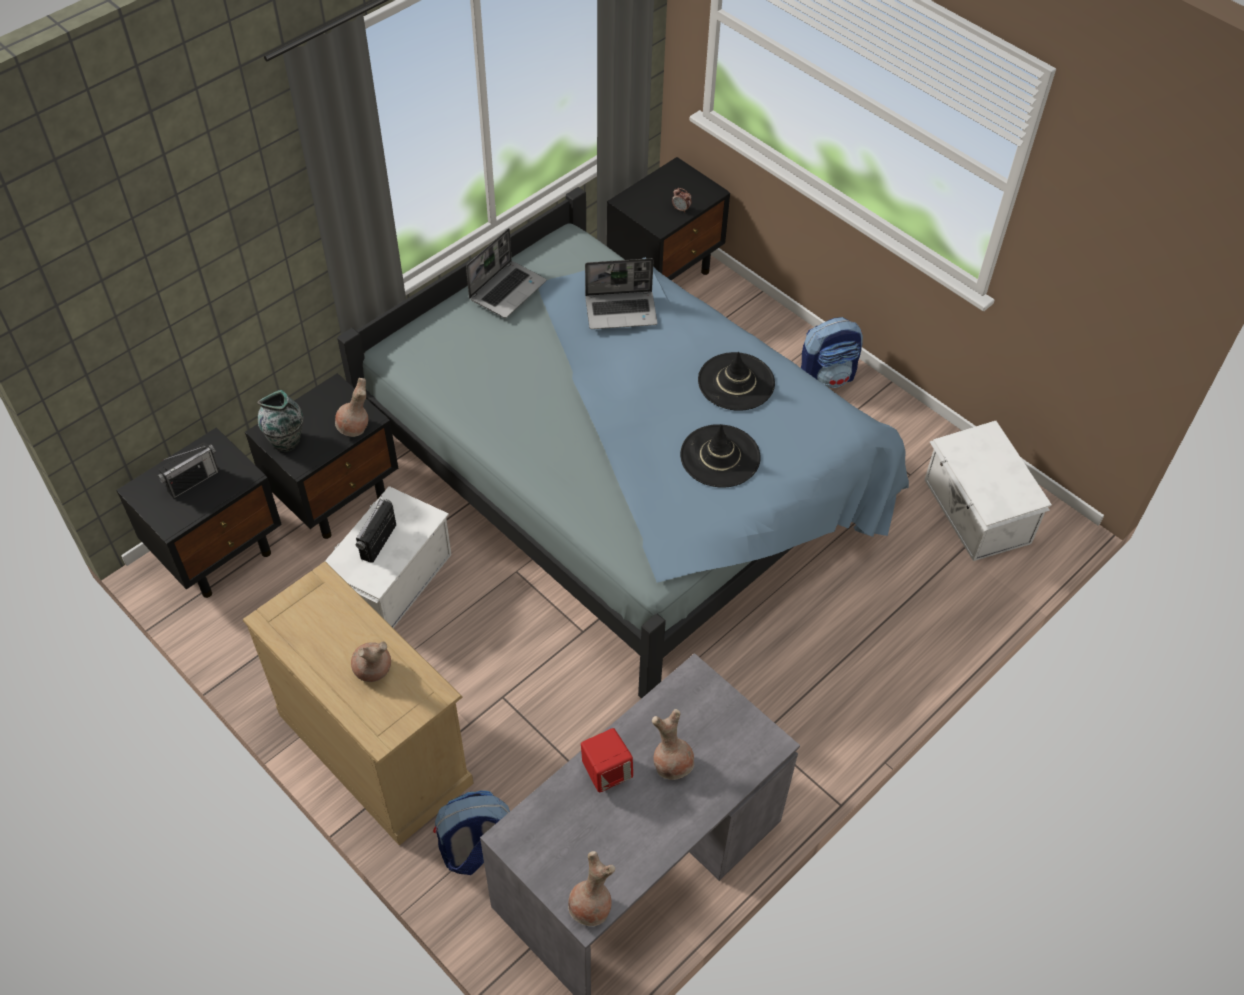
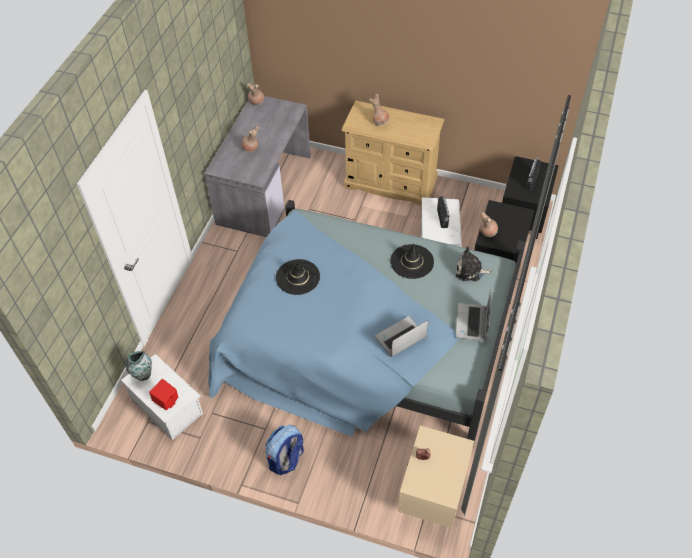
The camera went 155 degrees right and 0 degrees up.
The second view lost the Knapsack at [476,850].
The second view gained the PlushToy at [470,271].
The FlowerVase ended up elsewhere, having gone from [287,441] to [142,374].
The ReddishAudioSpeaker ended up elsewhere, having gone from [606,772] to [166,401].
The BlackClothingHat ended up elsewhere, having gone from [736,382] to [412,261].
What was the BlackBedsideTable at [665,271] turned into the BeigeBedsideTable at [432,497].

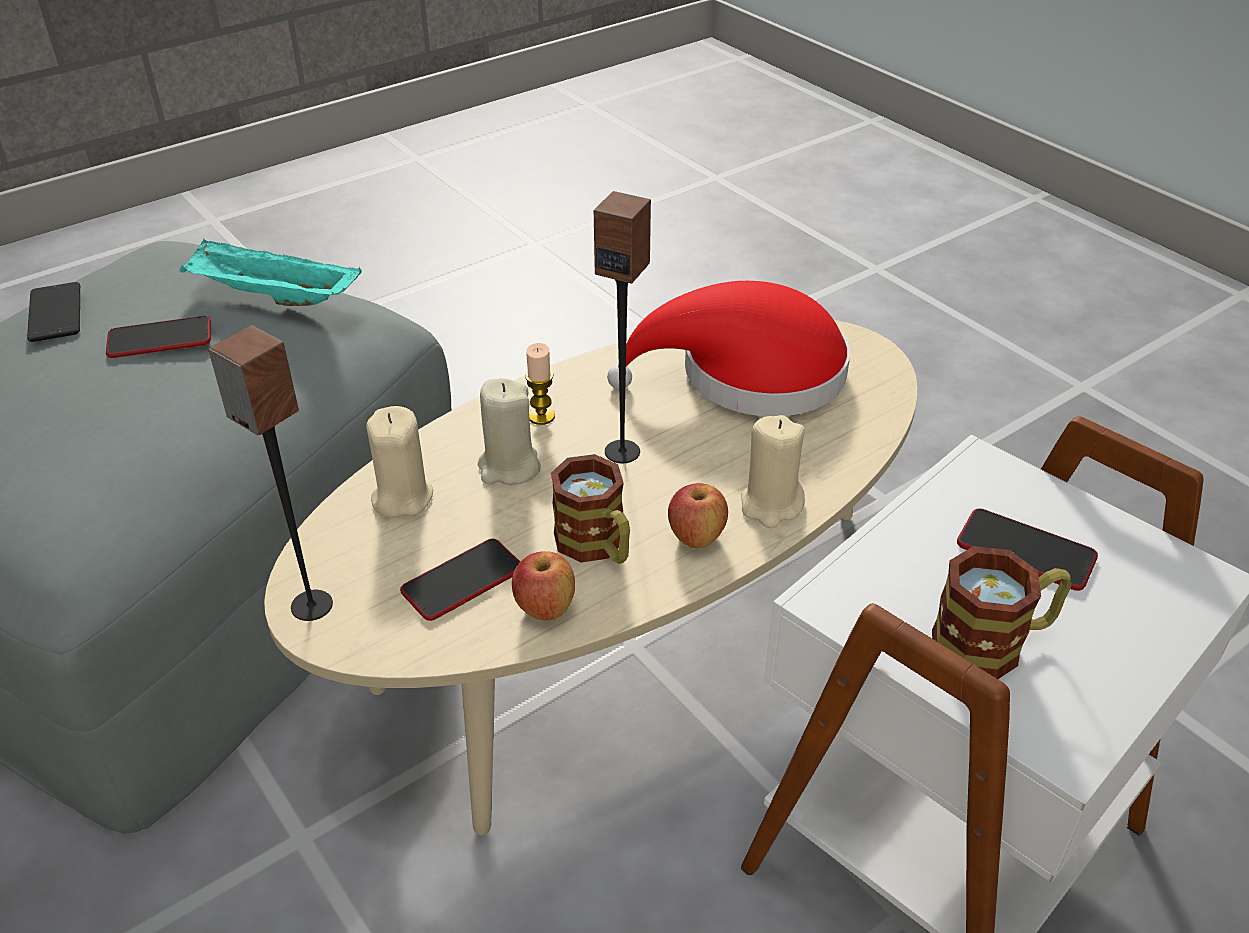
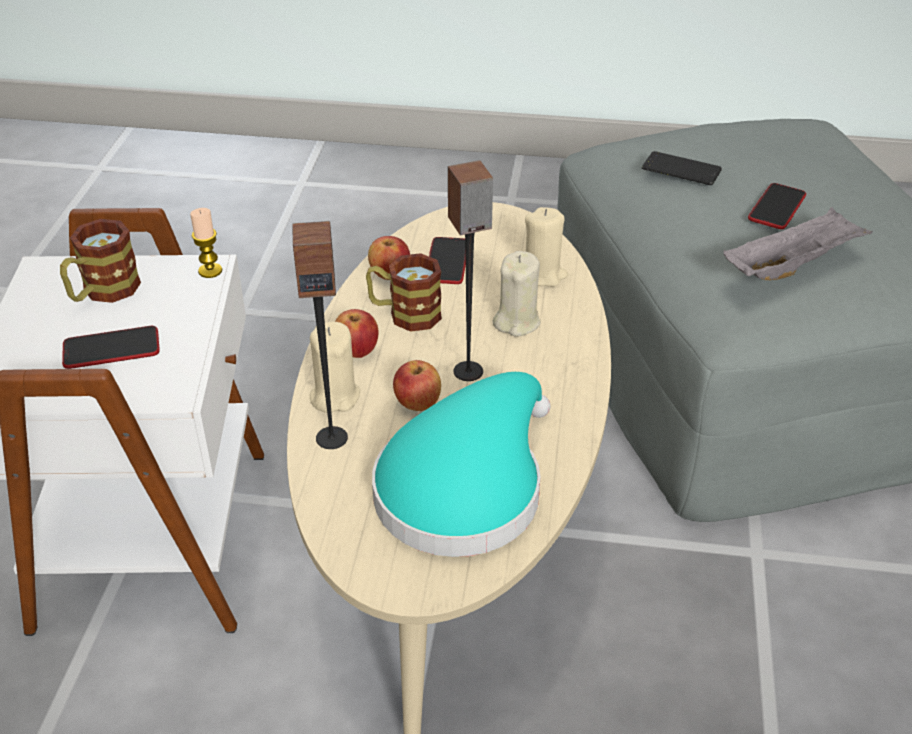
The camera went 135 degrees right and 0 degrees up.
The second view gained the AppleFruit at [417,404].
The Telephone ended up elsewhere, having gone from [55,313] to [681,169].
The AudioSpeaker ended up elsewhere, having gone from [311,606] to [332,437].
The WaxLight ended up elsewhere, having gone from [541,416] to [210,271].
What was the TurquoiseColouredServingTray at [272,297] turned into the GreyServingTray at [792,265].
What was the ReddishClothingHat at [748,375] turned into the TurquoiseColouredClothingHat at [465,487].

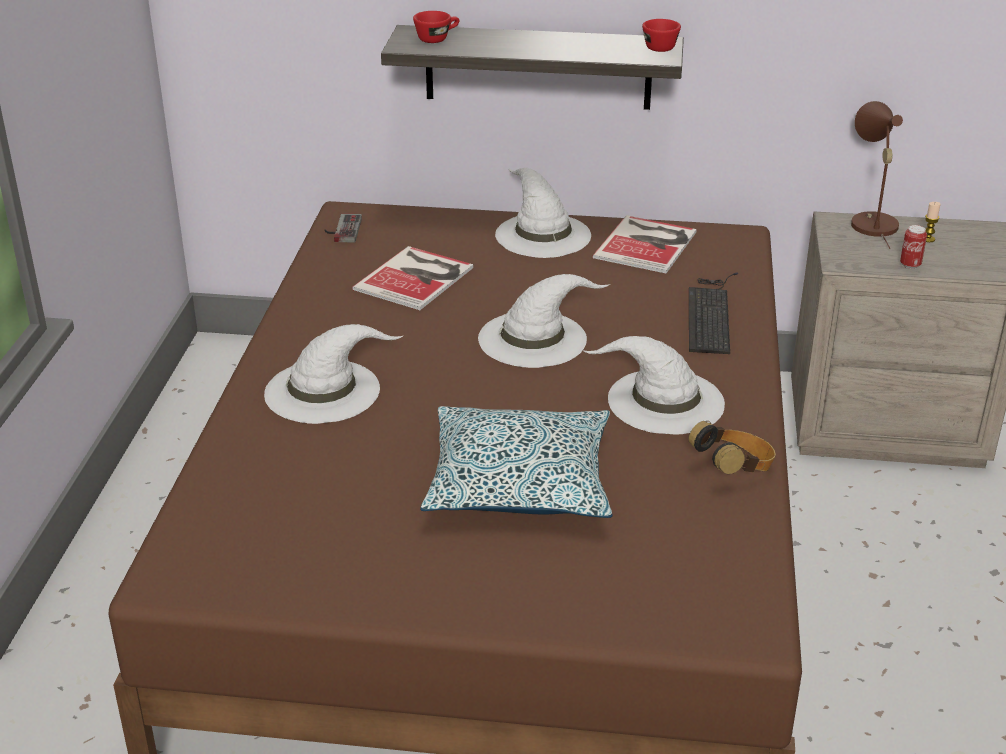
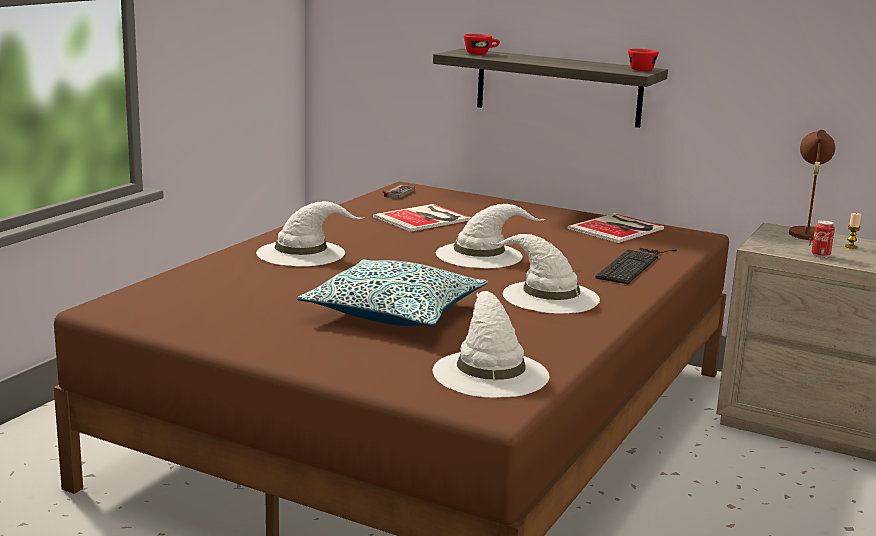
The camera went 20 degrees right and 15 degrees down.
The second view lost the Headphones at [734,469].
The WhiteClothingHat ended up elsewhere, having gone from [541,234] to [489,372].

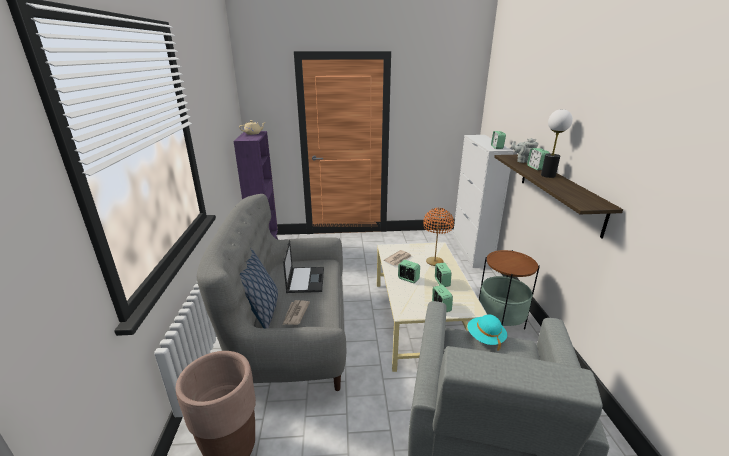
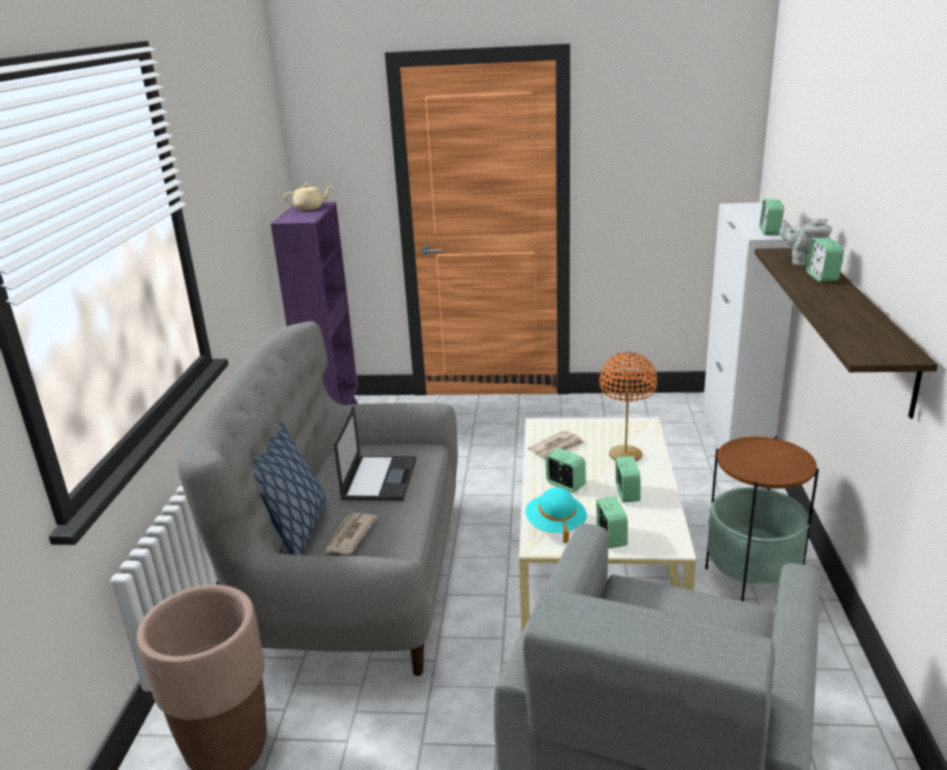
The camera went 10 degrees right and 0 degrees up.
The second view lost the TableLamp at [548,175].
The TurquoiseColouredClothingHat ended up elsewhere, having gone from [485,337] to [555,525].

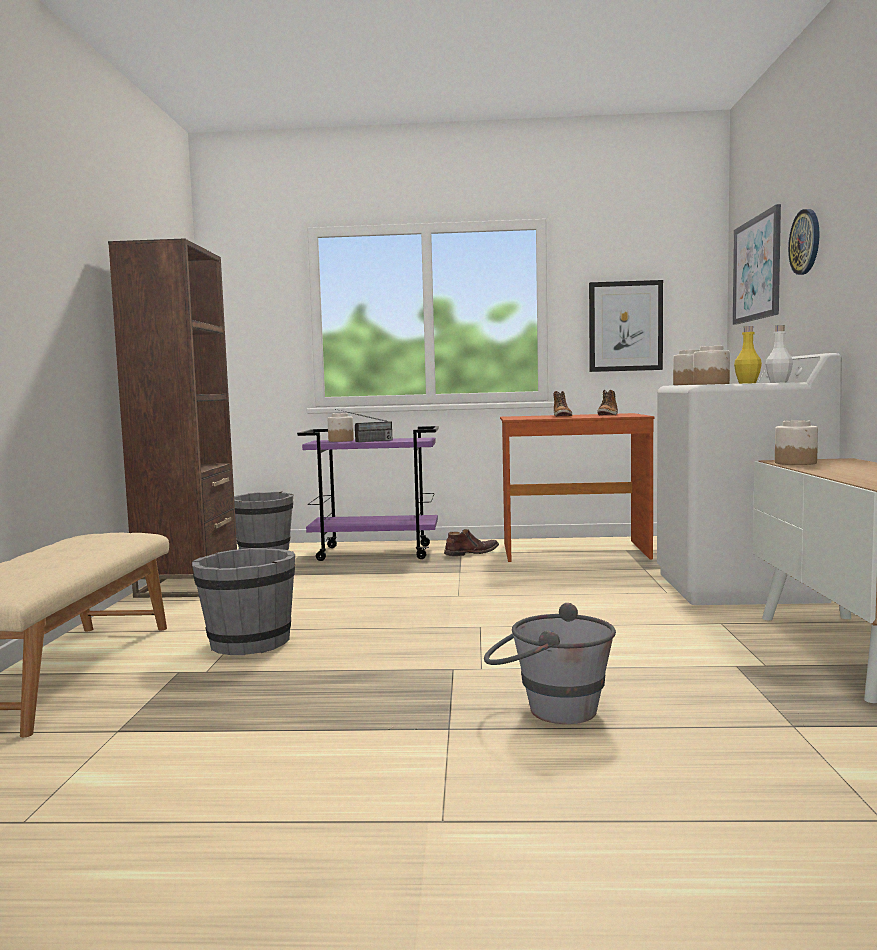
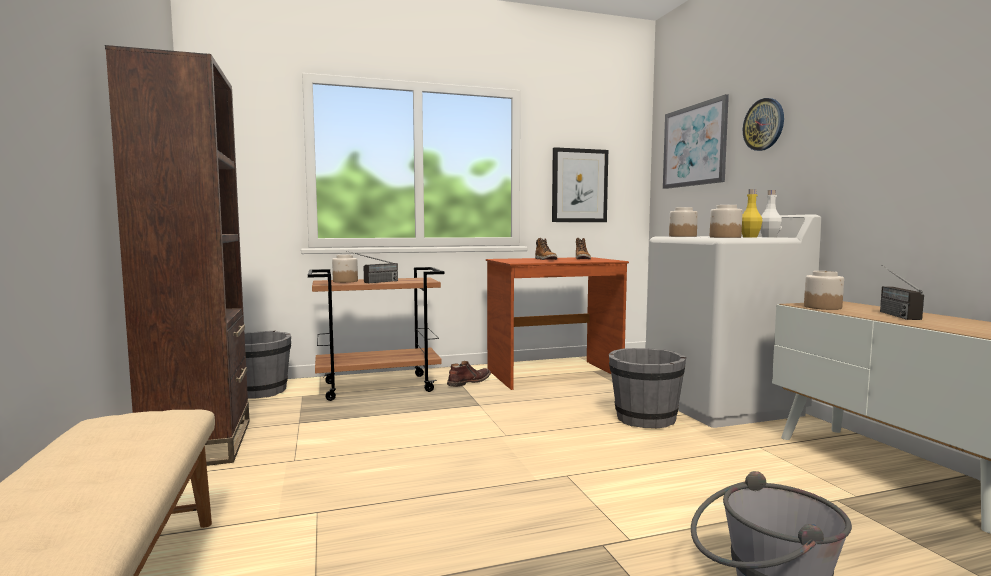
The camera went 20 degrees left and 0 degrees up.
The second view gained the RadioSet at [890,313].
The GreyPail ended up elsewhere, having gone from [248,643] to [644,419].
What was the PurpleWheeledCart at [376,553] turned into the BrownWheeledCart at [379,387].

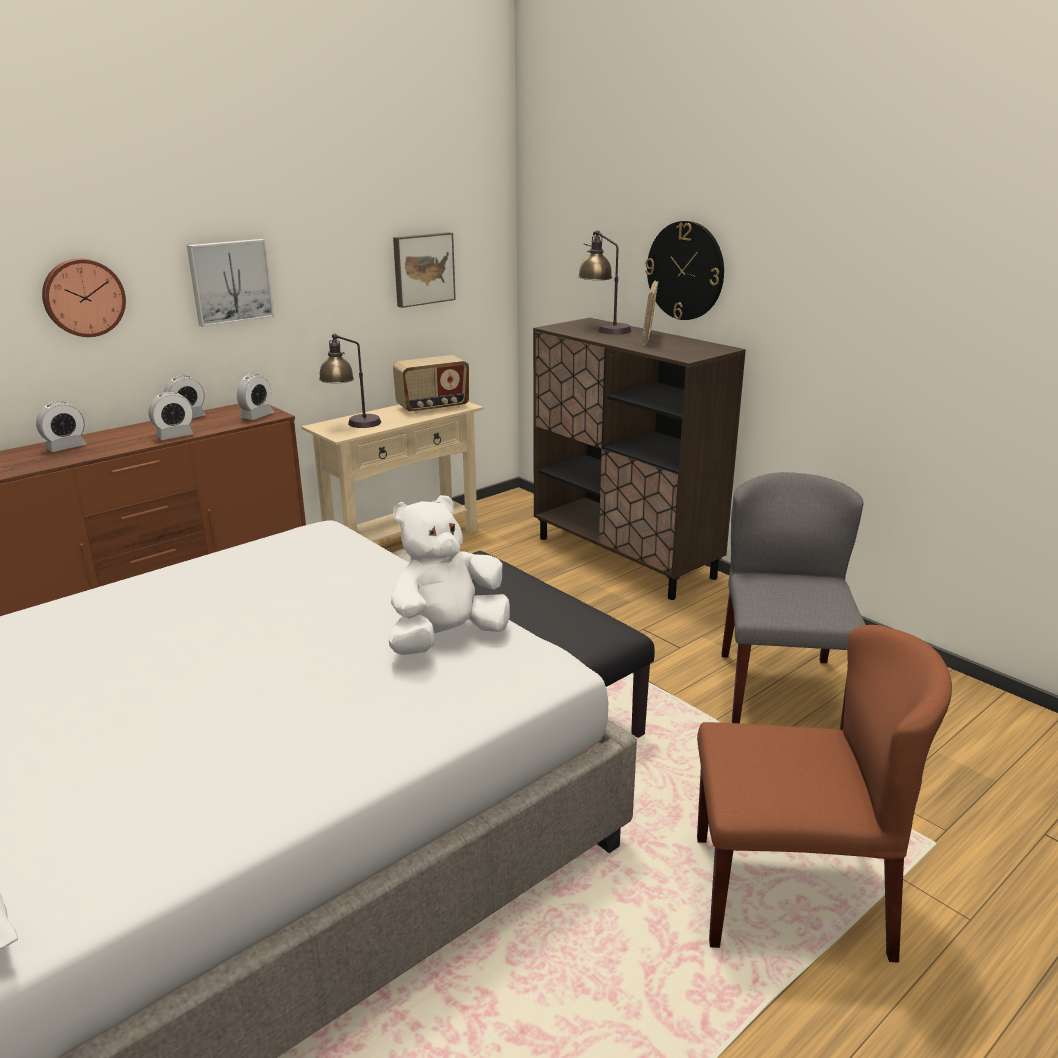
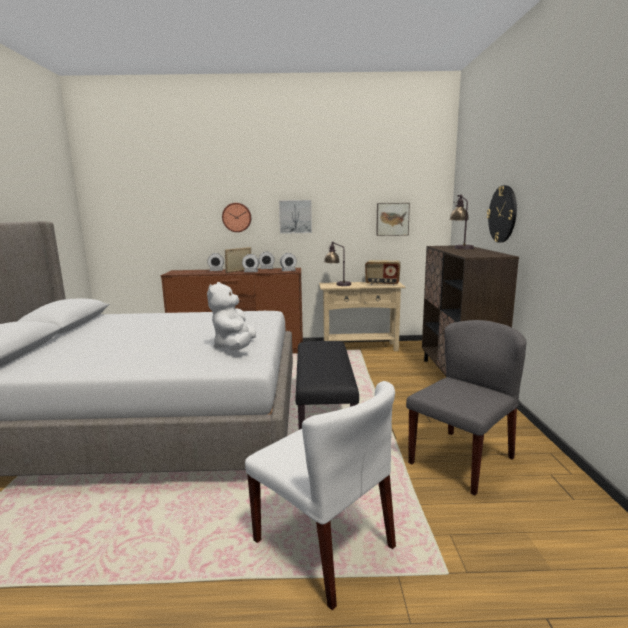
The camera went 40 degrees right and 10 degrees down.
The PhotoFrame ended up elsewhere, having gone from [648,338] to [239,271].
What was the BrownUprightChair at [791,894] turned into the WhiteUprightChair at [324,545].
The WhitePlushToy at [447,638] ended up facing another way, 90 degrees counterclockwise from before.

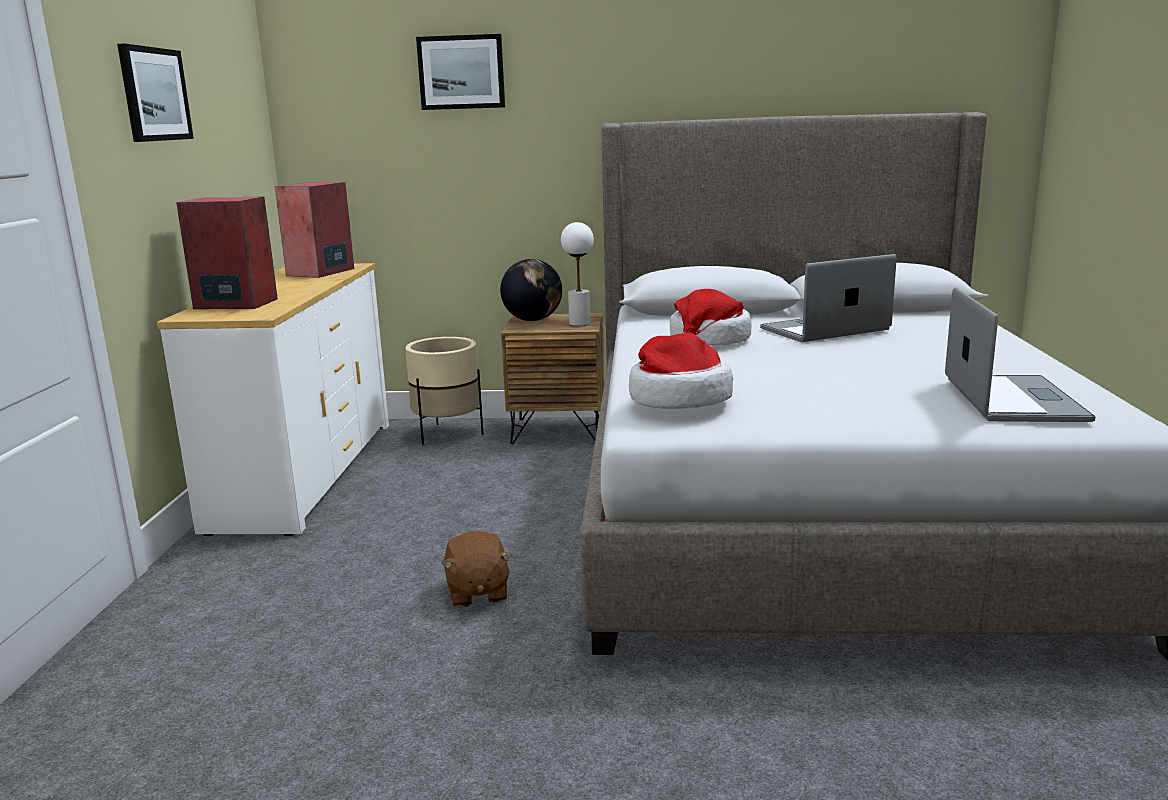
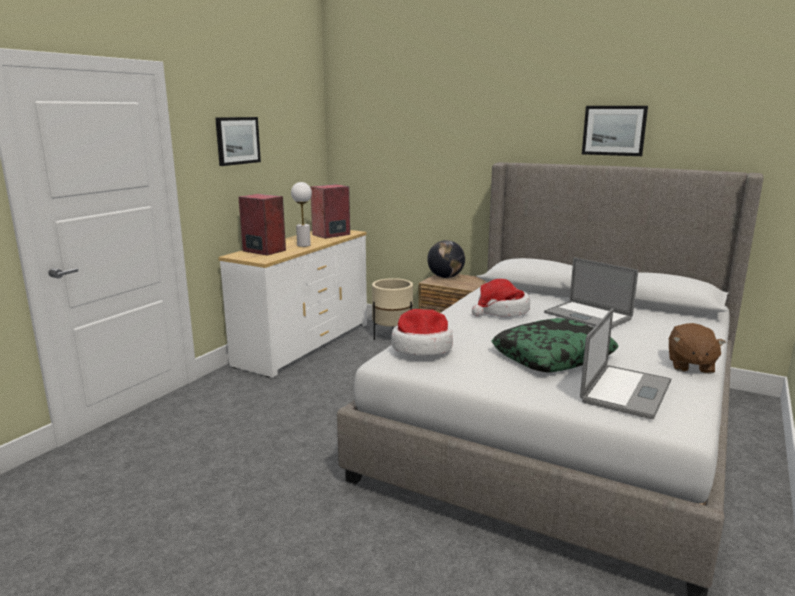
The camera went 25 degrees right and 0 degrees up.
The second view gained the Pillow at [553,356].
The WallPicture ended up elsewhere, having gone from [461,72] to [614,130].
The BrownPlushToy ended up elsewhere, having gone from [477,593] to [690,365].
The WhiteTableLamp ended up elsewhere, having gone from [580,323] to [304,245].
The Laptop at [825,329] ended up facing another way, 135 degrees counterclockwise from before.

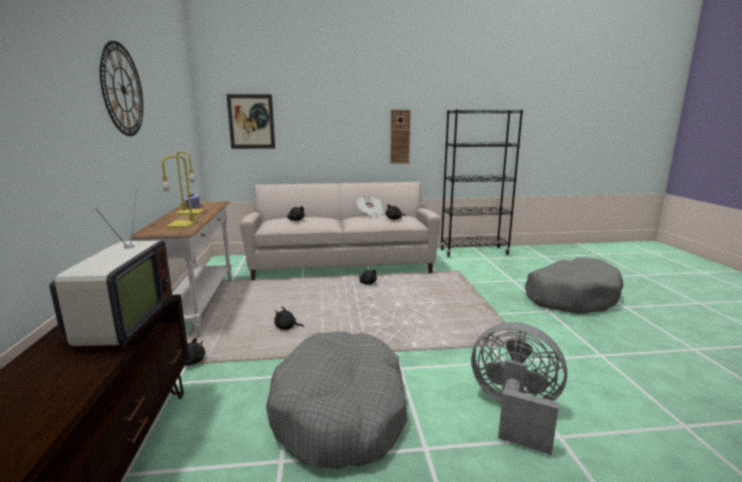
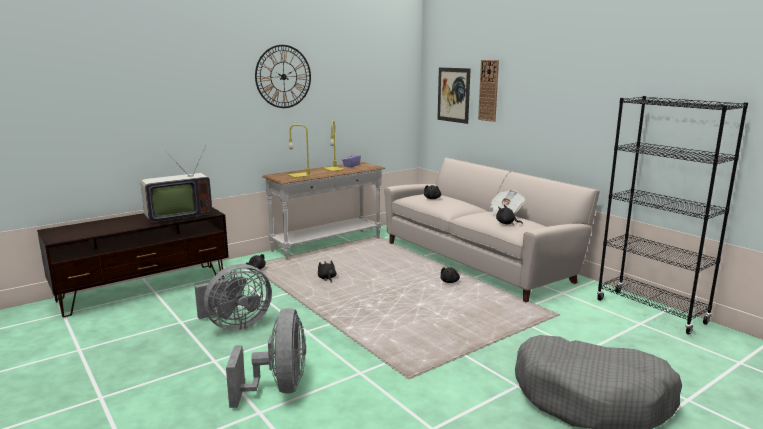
The camera went 60 degrees right and 0 degrees up.
The HangingClock ended up elsewhere, having gone from [400,137] to [488,90].
Where the GreyDogBed stood at [341,412], the GreyElectricFan came to stand at [235,325].

